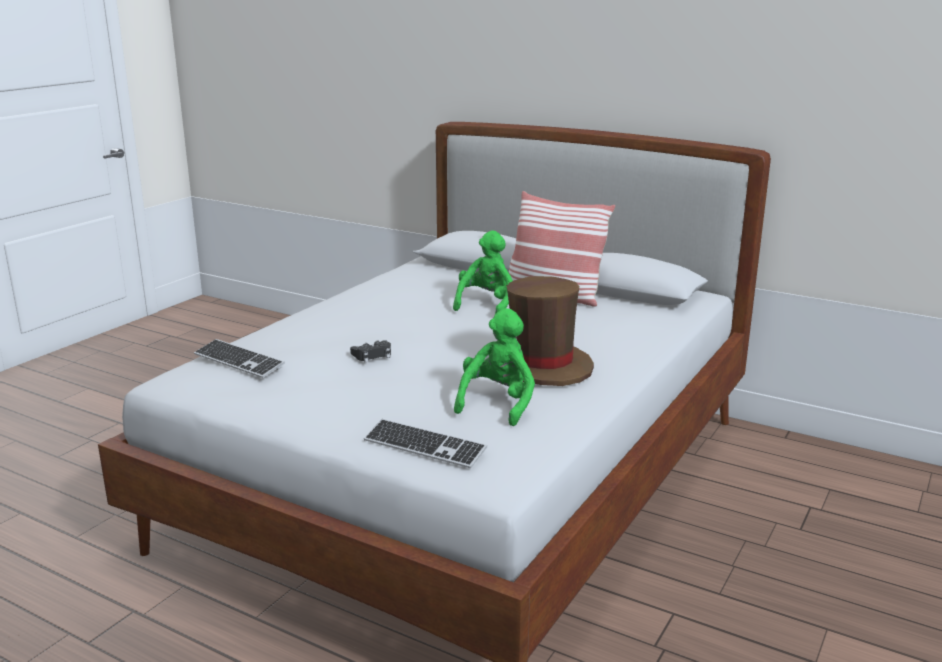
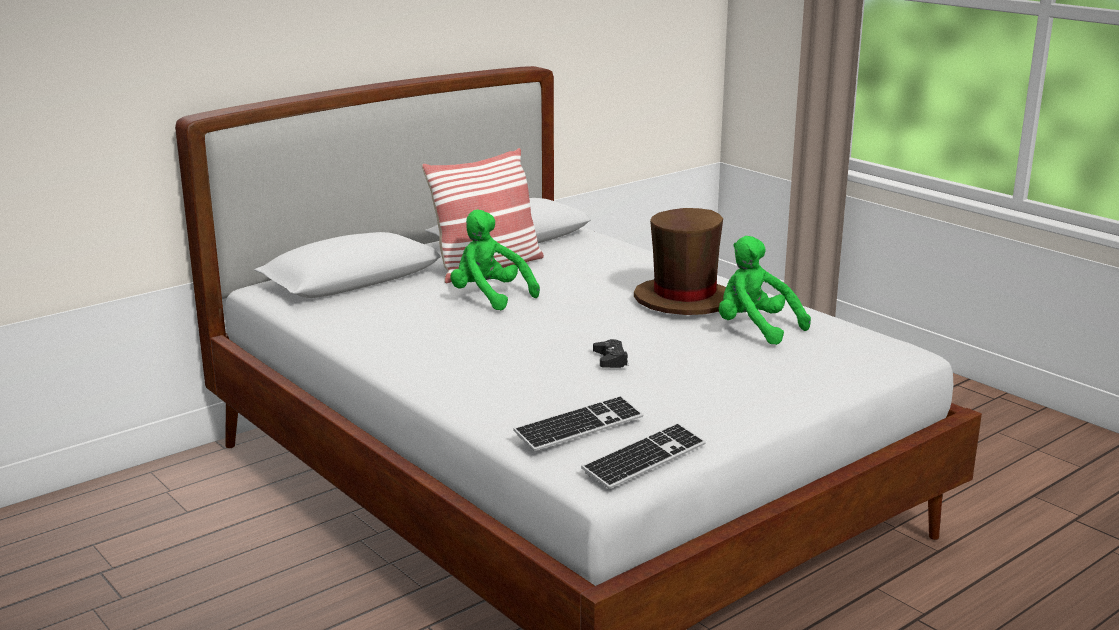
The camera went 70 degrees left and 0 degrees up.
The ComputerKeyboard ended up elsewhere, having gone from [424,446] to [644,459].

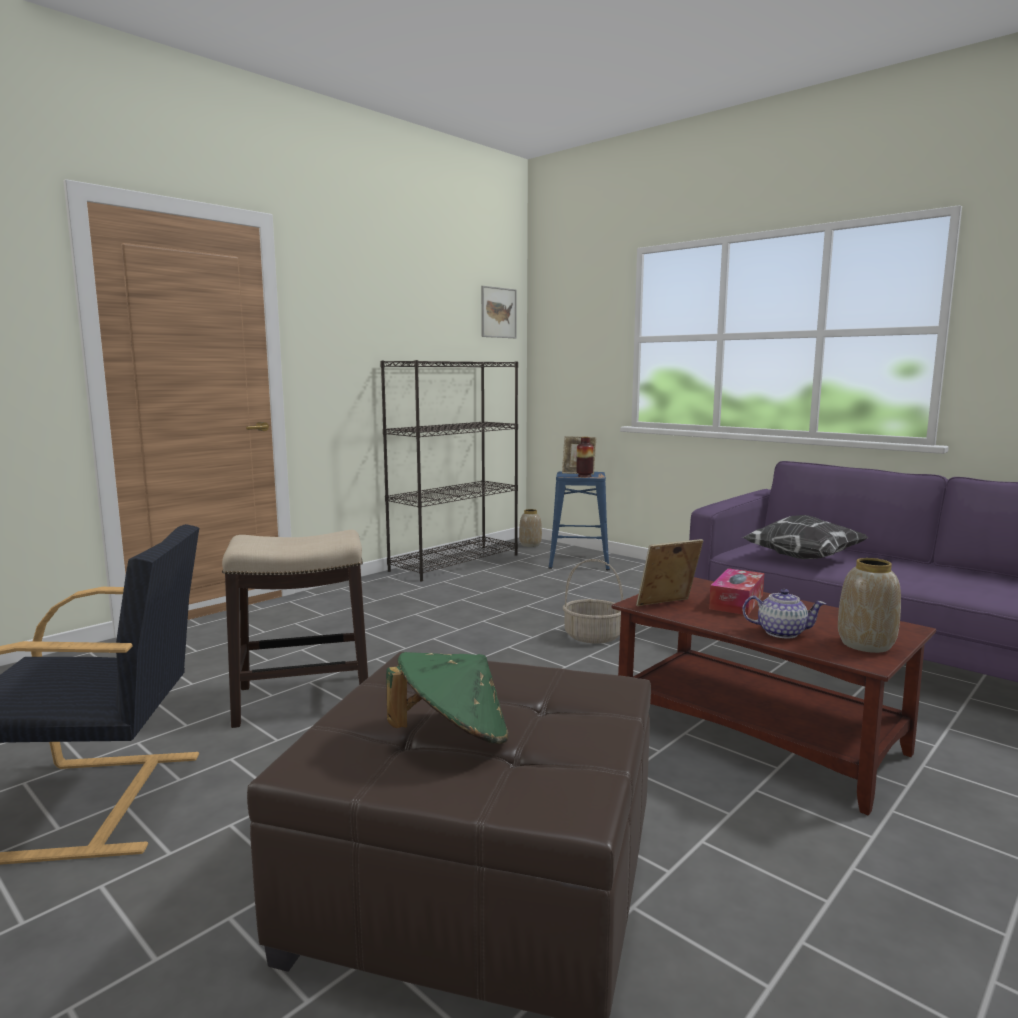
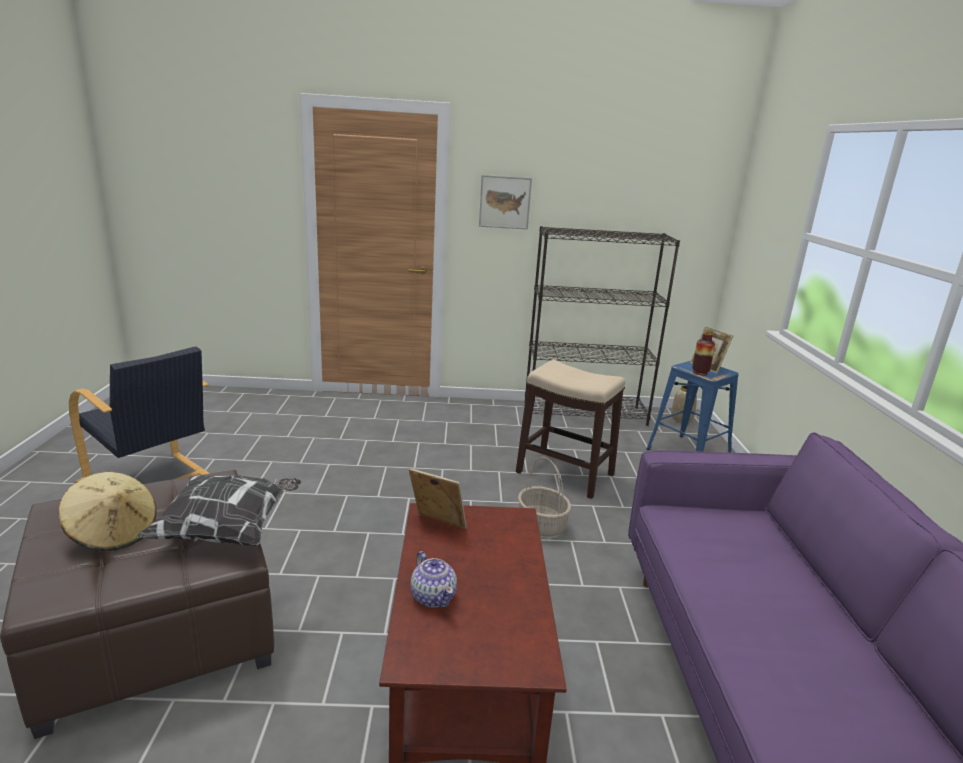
The camera went 45 degrees right and 10 degrees up.
The second view lost the TissueHolder at [736,602].
The second view lost the FlowerVase at [866,645].
The SittingStool ended up elsewhere, having gone from [305,699] to [566,473].
The WallPicture ended up elsewhere, having gone from [498,312] to [504,202].
The Pillow ended up elsewhere, having gone from [801,558] to [228,530].
What was the GreenClothingHat at [452,736] turned into the BeigeClothingHat at [113,533].

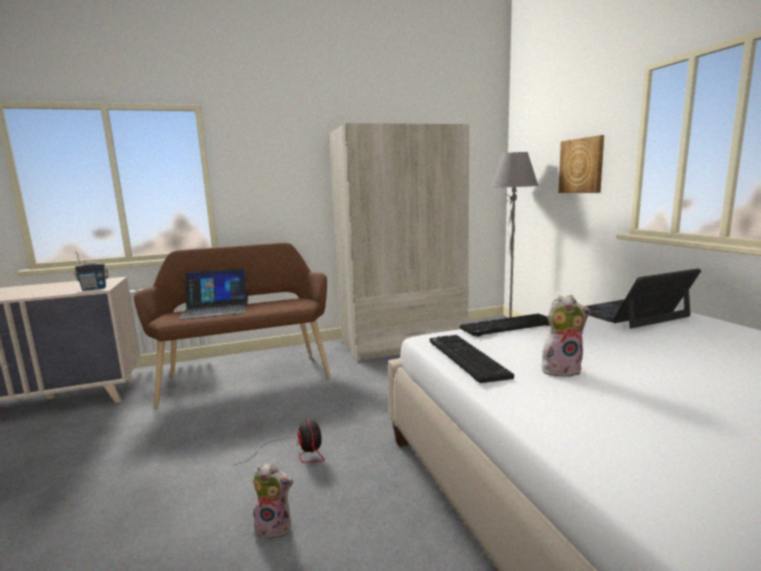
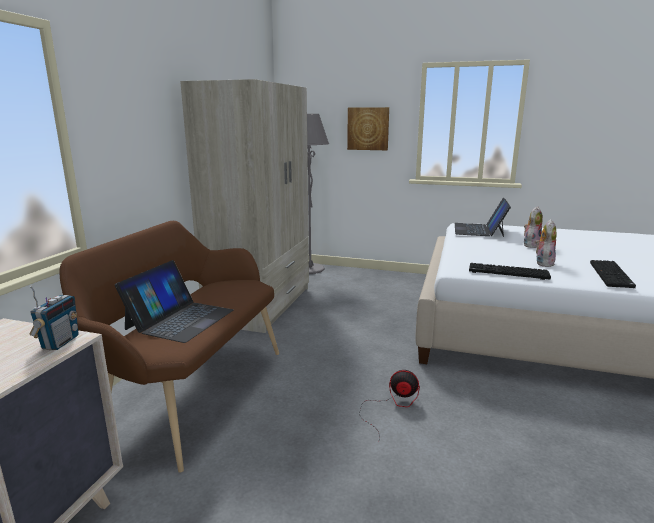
The camera went 55 degrees left and 5 degrees up.
The PlushToy ended up elsewhere, having gone from [275,527] to [530,245].
The ComputerKeyboard ended up elsewhere, having gone from [508,327] to [612,275].

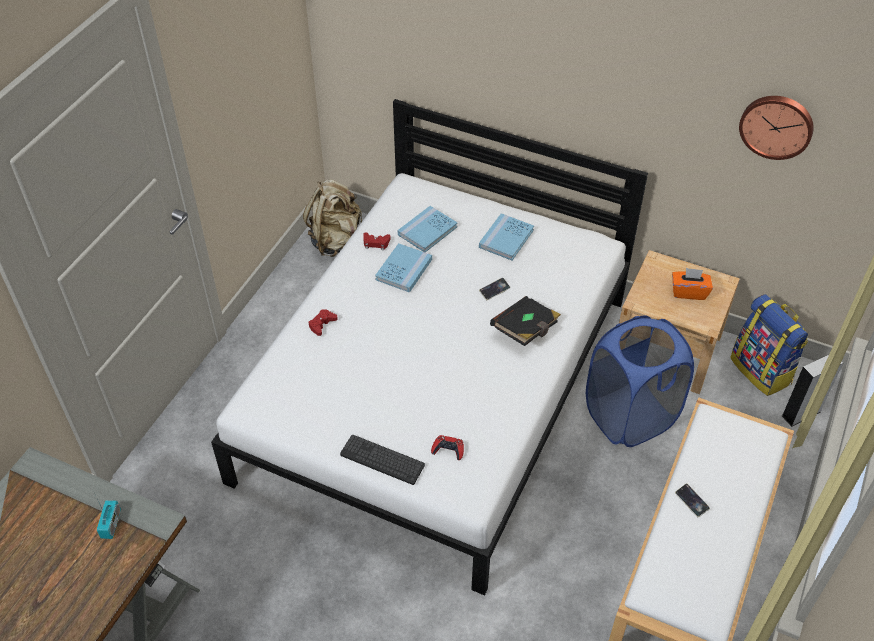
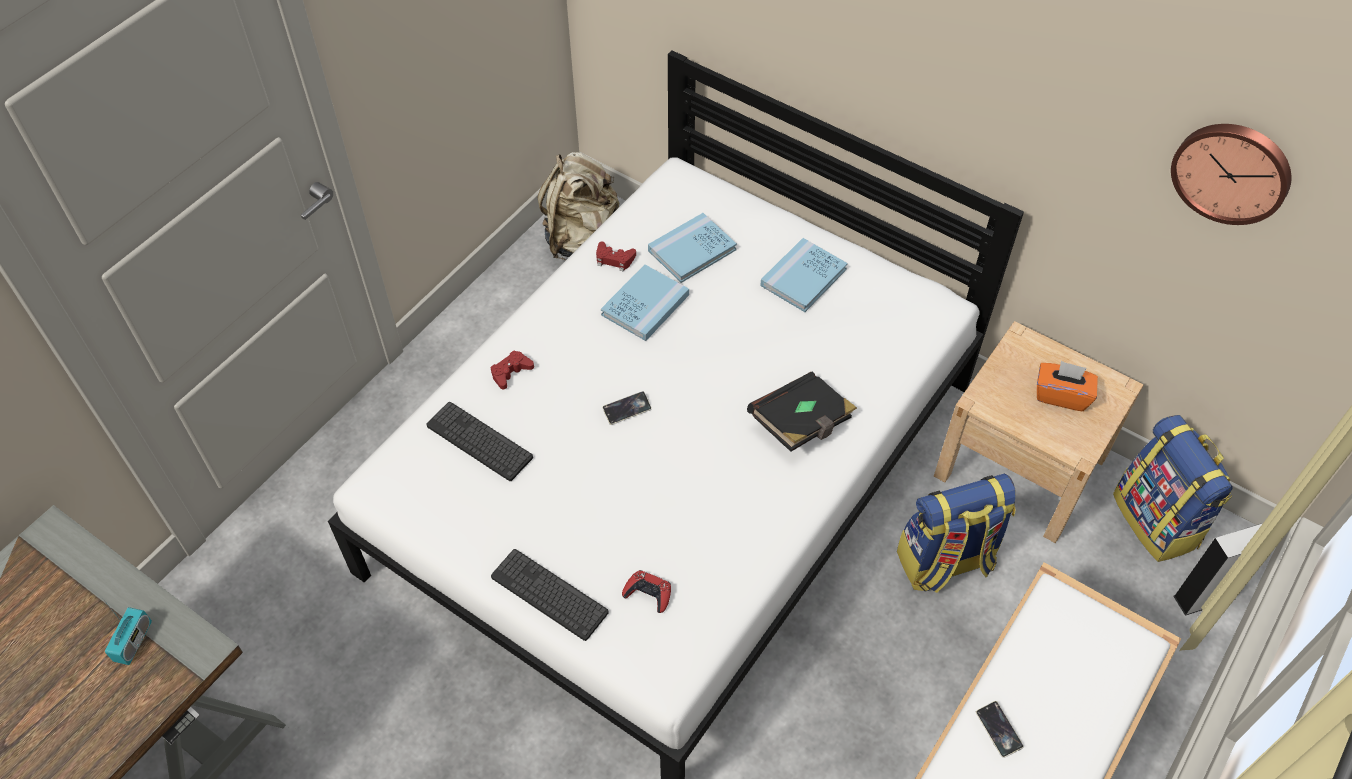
The camera went 10 degrees right and 5 degrees up.
The second view gained the ComputerKeyboard at [479,441].
The Telephone ended up elsewhere, having gone from [494,290] to [627,410].
Where the BlueWashingBasket stood at [629,416], the Knapsack came to stand at [945,562].

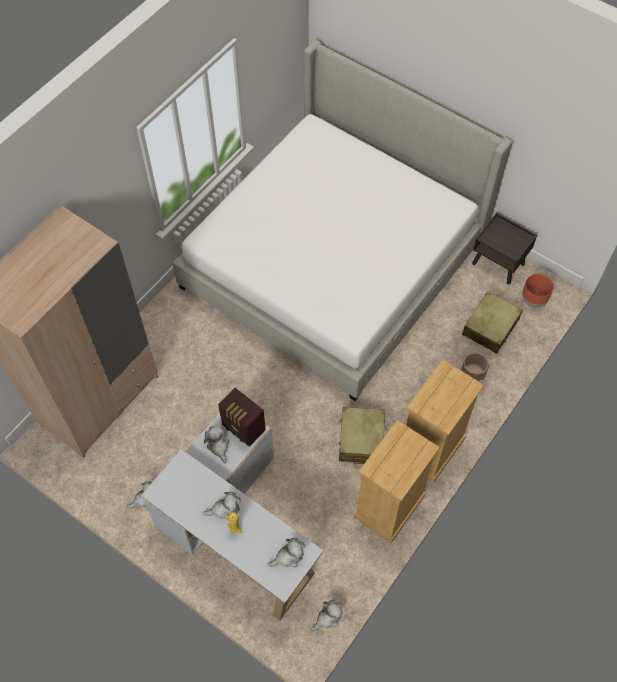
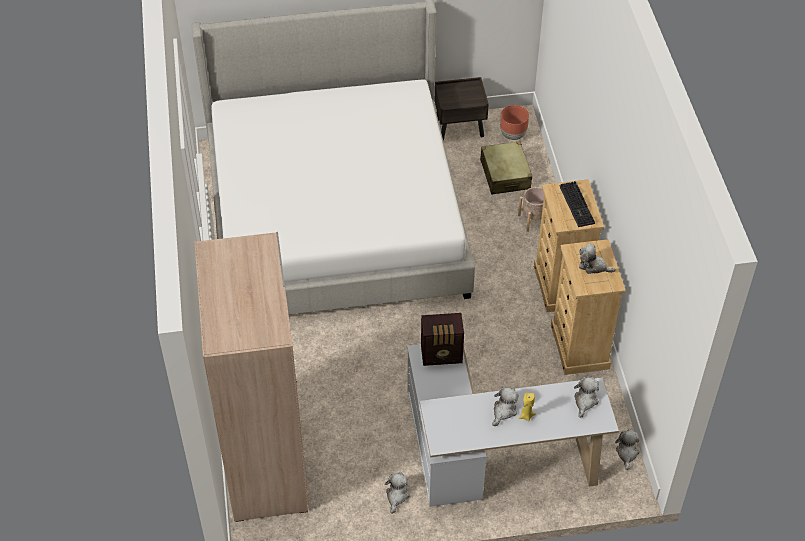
The camera went 45 degrees left and 10 degrees down.
The second view lost the BeigeSuitcase at [361,440].
The second view gained the ComputerKeyboard at [578,205].
The PlushToy ended up elsewhere, having gone from [218,446] to [593,266].

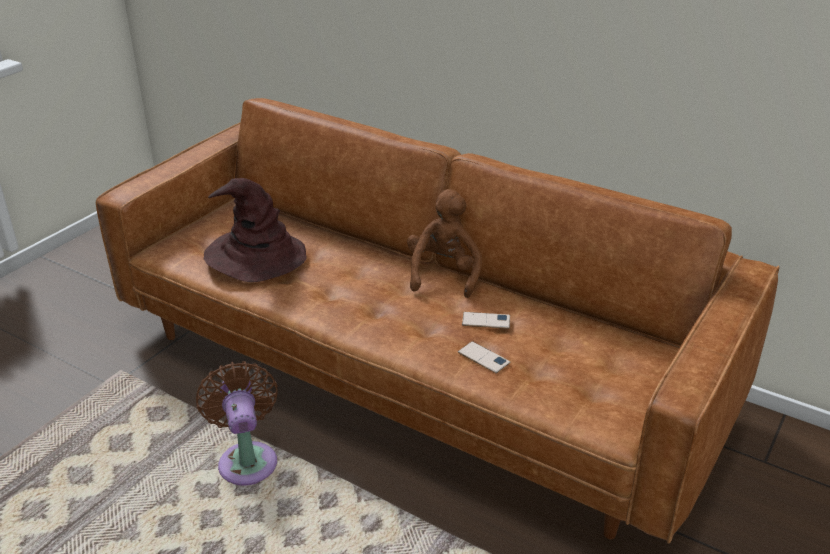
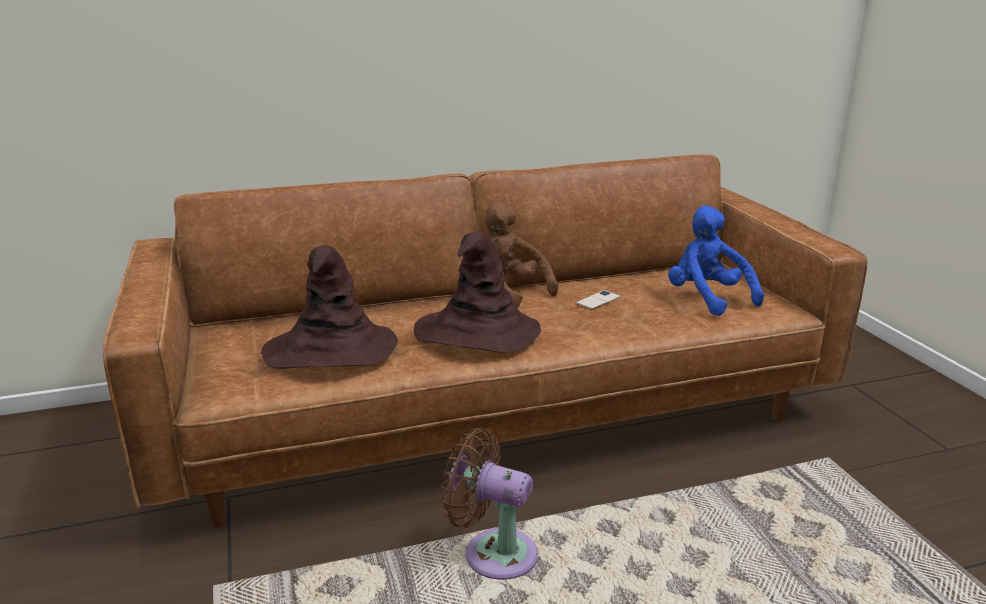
The camera went 50 degrees left and 10 degrees down.
The second view lost the Telephone at [483,358].
The second view gained the BrownClothingHat at [476,333].
The second view gained the BluePlushToy at [707,298].

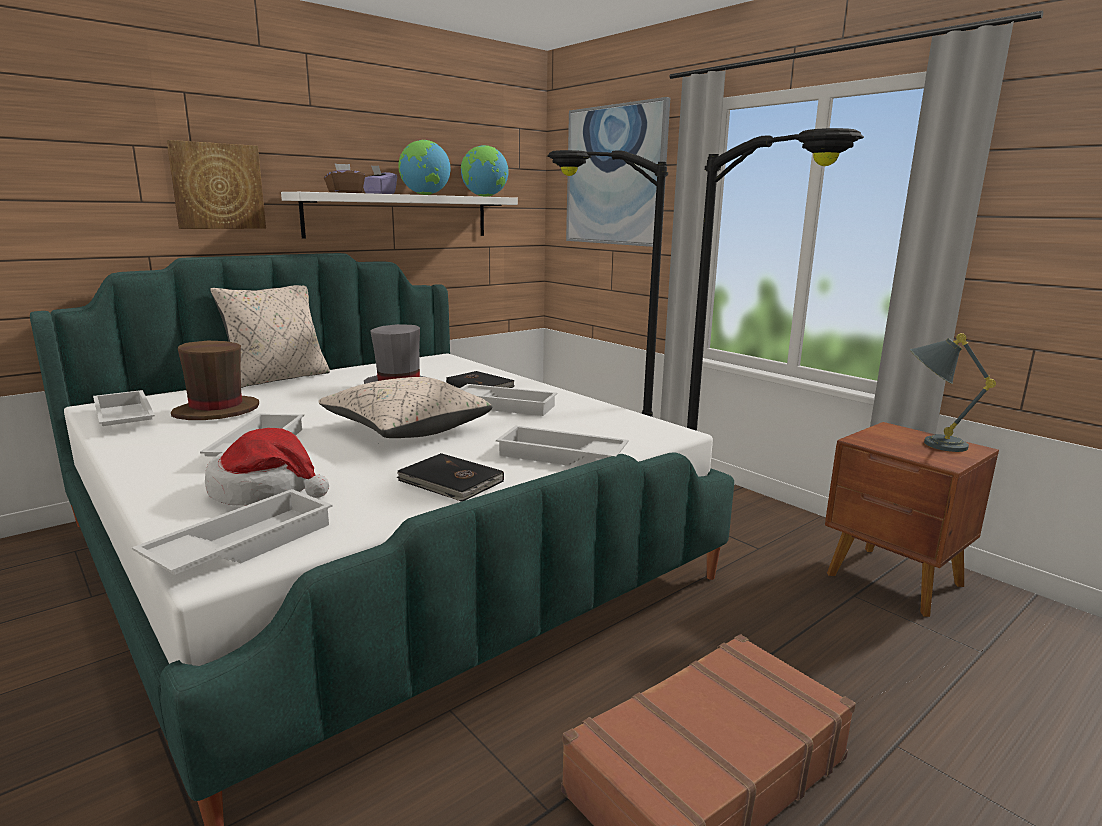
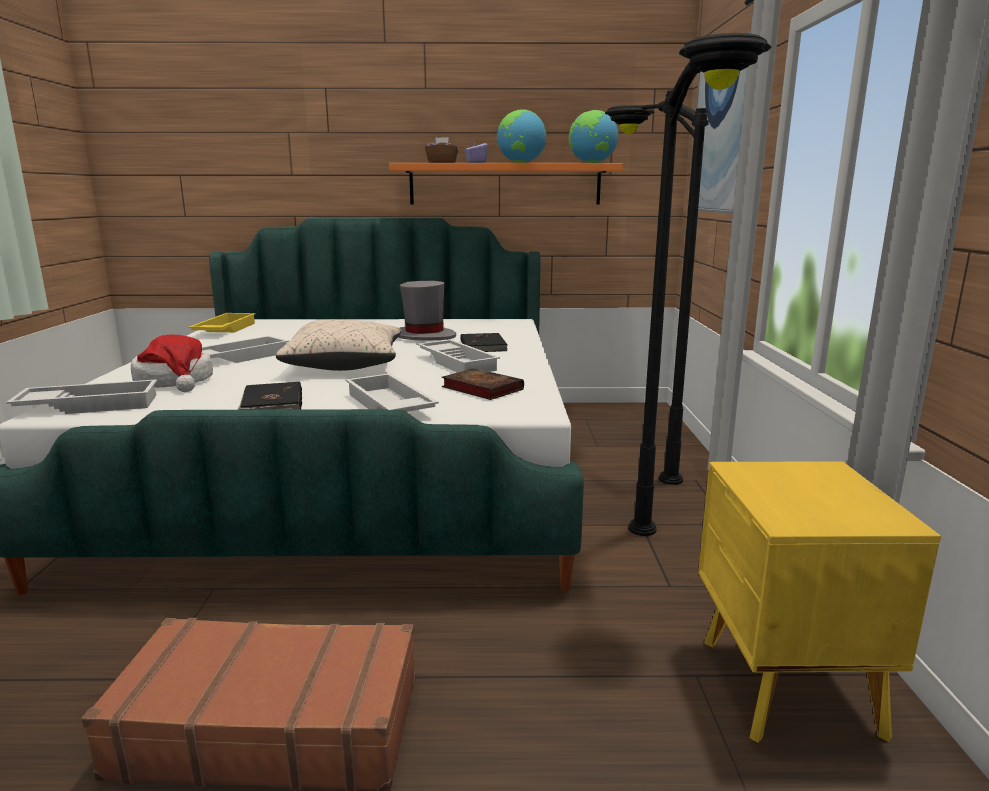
The camera went 40 degrees right and 0 degrees up.
The second view lost the WallPicture at [217,186].
The second view lost the BrownClothingHat at [216,411].
The second view lost the BeigePillow at [279,378].
The second view lost the GreyTableLamp at [929,443].
The second view gained the Volume at [480,388].
What was the WhiteServingTray at [122,419] turned into the YellowServingTray at [224,330].
What was the WhiteBracketShelf at [399,216] turned into the OrangeColouredBracketShelf at [505,184].
What was the BrownBedsideTable at [895,581] turned into the YellowBedsideTable at [786,687].

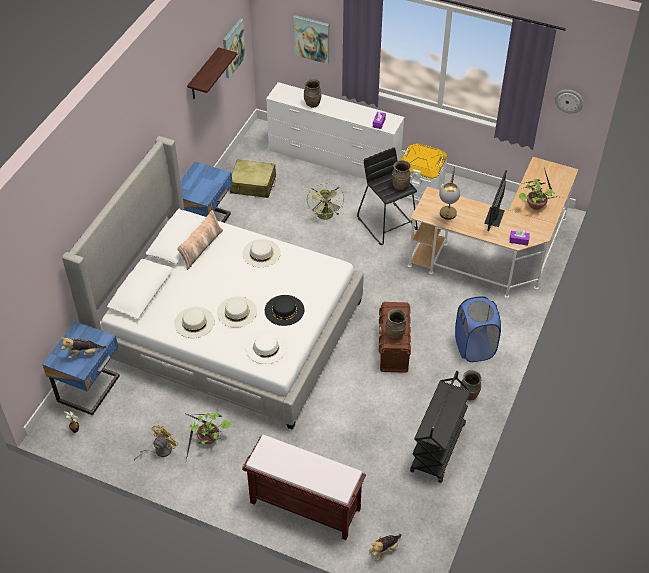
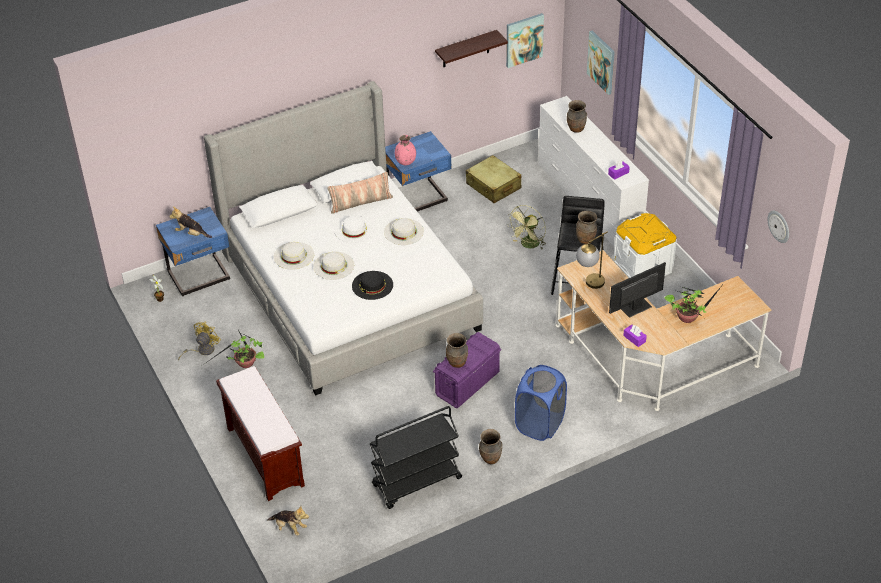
The camera went 40 degrees right and 5 degrees down.
The second view gained the PinkFlowerVase at [405,162].
The WhiteClothingHat ended up elsewhere, having gone from [266,347] to [354,229].
What was the BrownStorageBox at [393,349] turned into the PurpleStorageBox at [467,384].
The YellowElectricFan at [159,451] ended up facing another way, 45 degrees counterclockwise from before.
The PlushToy at [384,550] ended up facing another way, 150 degrees counterclockwise from before.

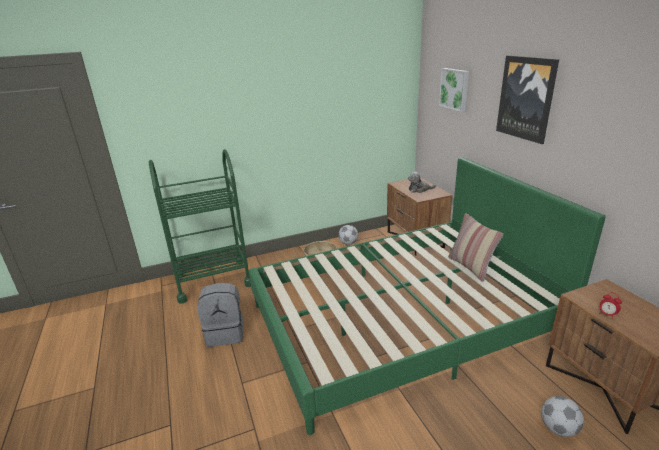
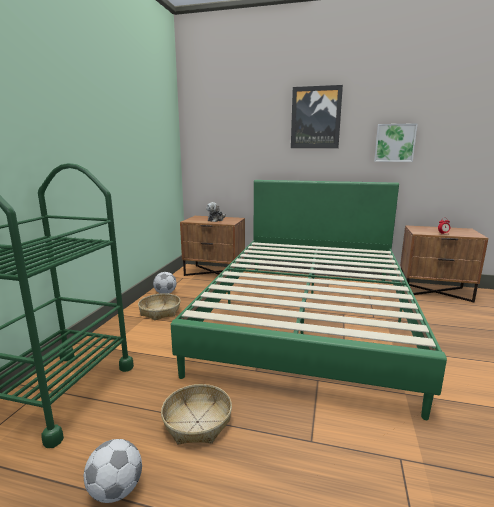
The camera went 55 degrees left and 10 degrees down.
The second view lost the Pillow at [470,267].
The WallPicture ended up elsewhere, having gone from [454,89] to [394,143].
The BallForFootball ended up elsewhere, having gone from [558,428] to [116,490].
Where the GreyKnapsack stood at [225,333], the StorageBasket came to stand at [197,422].

